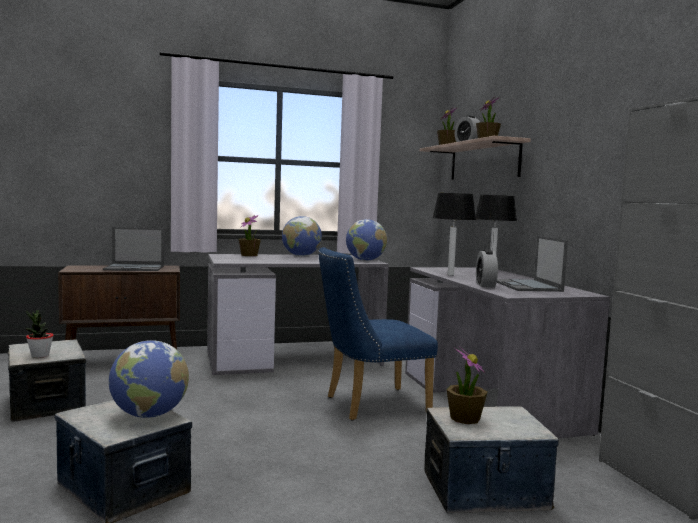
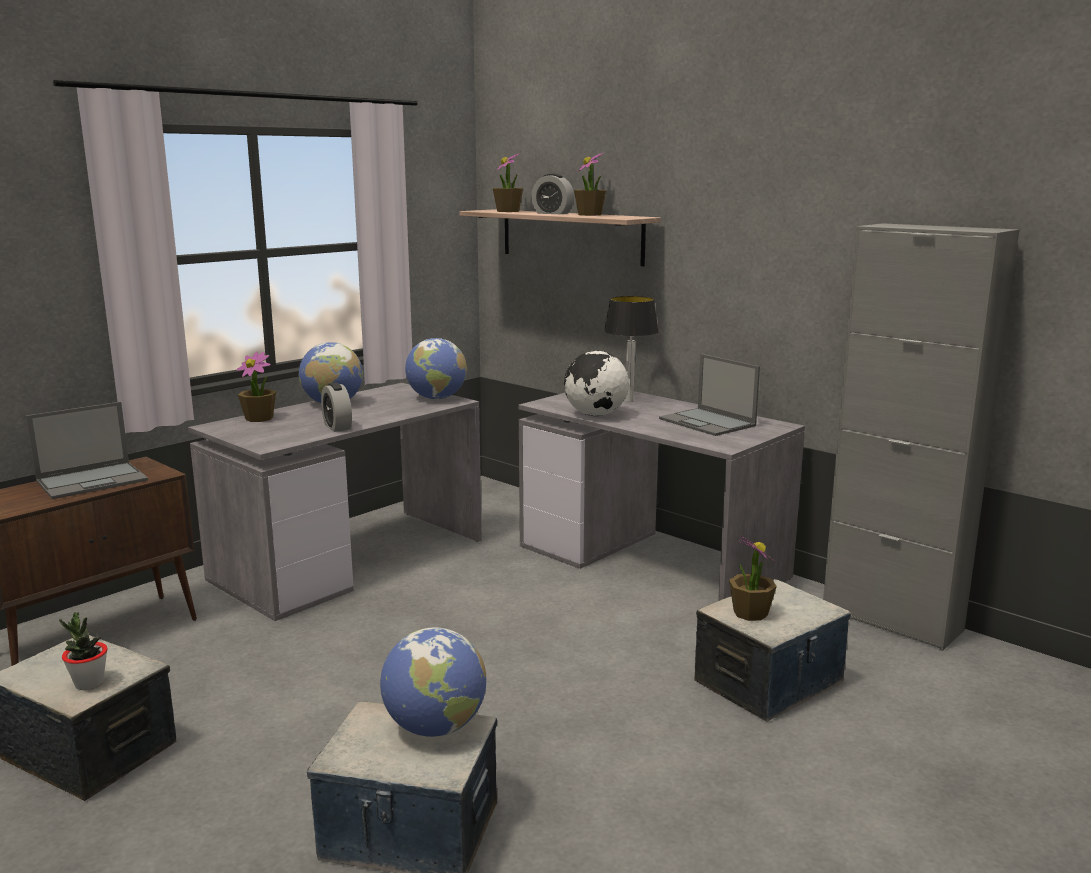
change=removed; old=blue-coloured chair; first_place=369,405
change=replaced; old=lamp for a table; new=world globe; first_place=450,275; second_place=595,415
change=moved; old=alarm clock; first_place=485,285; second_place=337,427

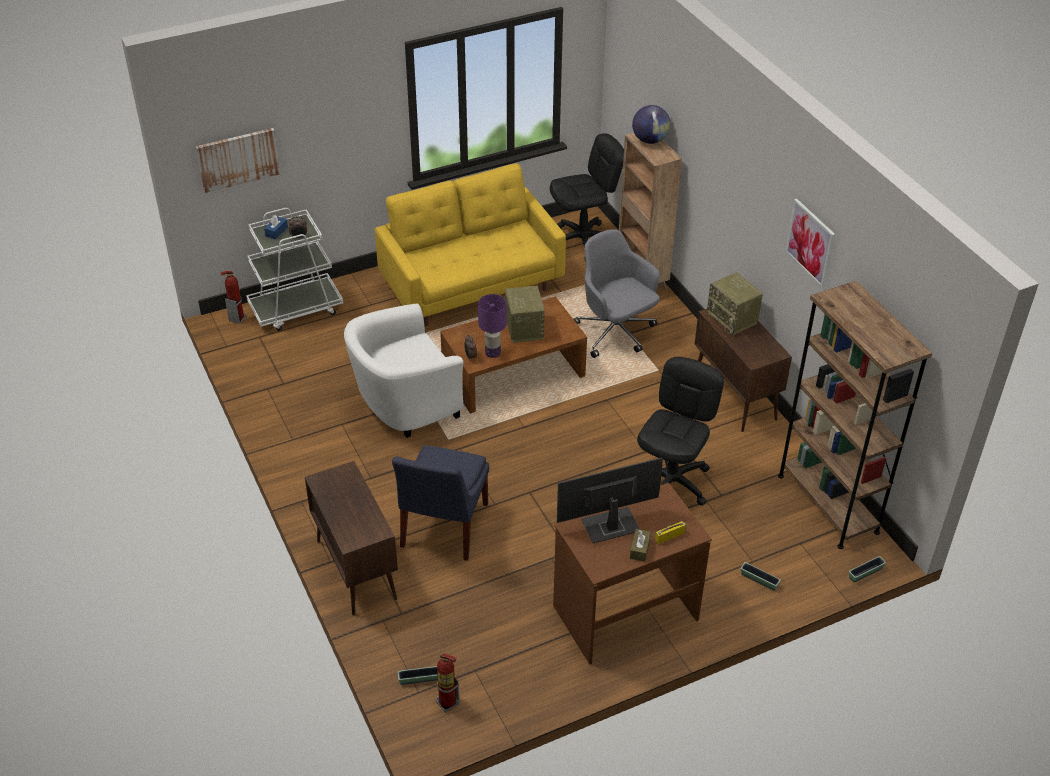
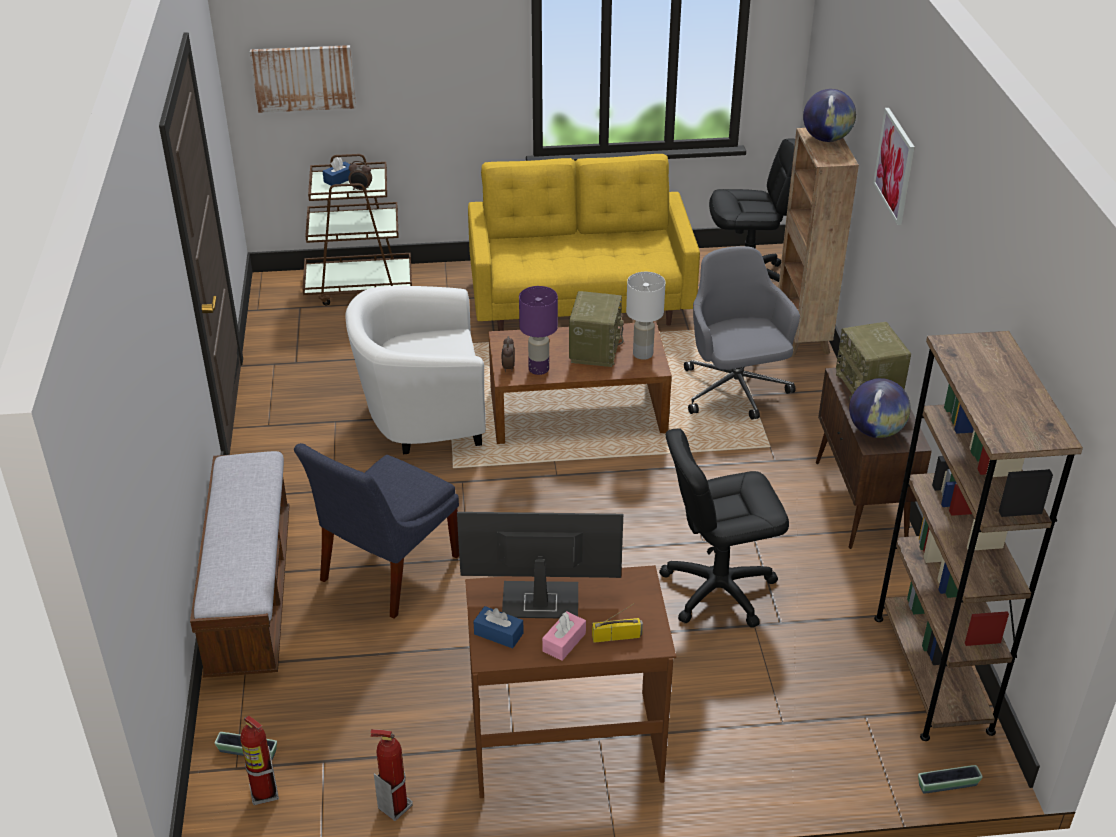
change=moved; old=fire extinguisher; first_place=237,318; second_place=395,806
change=recoloured; old=white-coloured wheeled cart; new=brown wheeled cart; first_place=296,309; second_place=359,287
change=replaced; old=brown cabinet; new=long seat; first_place=355,569; second_place=250,593
change=recoloured; old=brown tissue holder; new=pink-coloured tissue holder; first_place=640,549; second_place=564,642
change=turned; old=black computer chair; first_place=671,482; second_place=718,589; degrees=-150
change=removed; old=flower pot; first_place=759,580
change=moved; old=wall picture; first_place=810,242; second_place=895,165
change=added; new=blue-coloured tissue holder; second_place=498,633
change=added; new=white-coloured lamp for a table; second_place=643,354
change=added; new=world globe; second_place=875,431

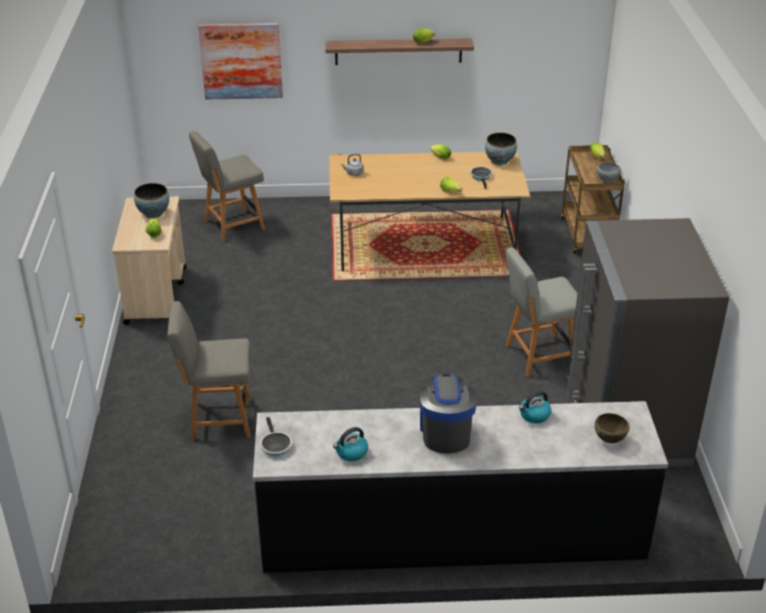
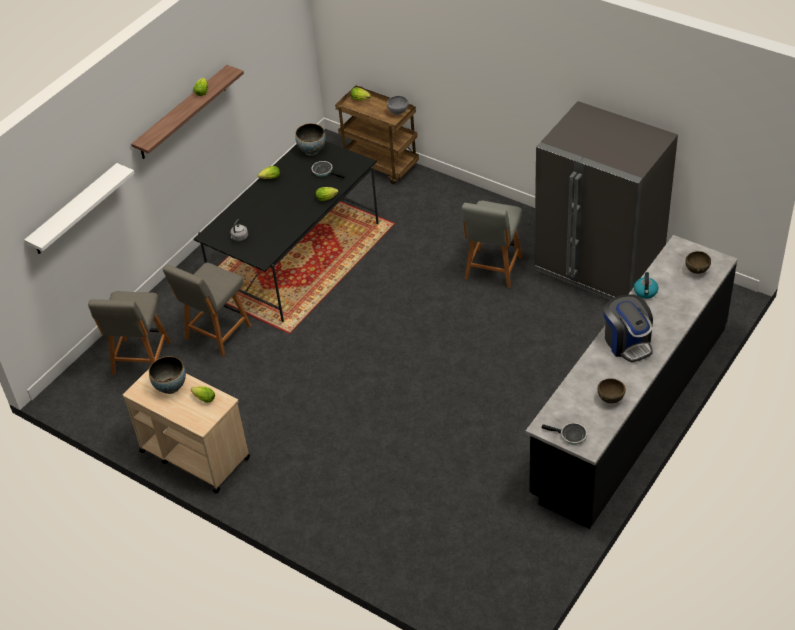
change=moved; old=gray chair; first_place=218,419; second_place=216,334
change=replaced; old=wall picture; new=white-coloured bracket shelf; first_place=241,61; second_place=74,210
change=recoloured; old=beige dining table; new=black dining table; first_place=425,243; second_place=296,256
change=replaced; old=kettle; new=brown bowl; first_place=351,453; second_place=610,399
change=turned; old=coffee brewer; first_place=445,432; second_place=627,342; degrees=-150

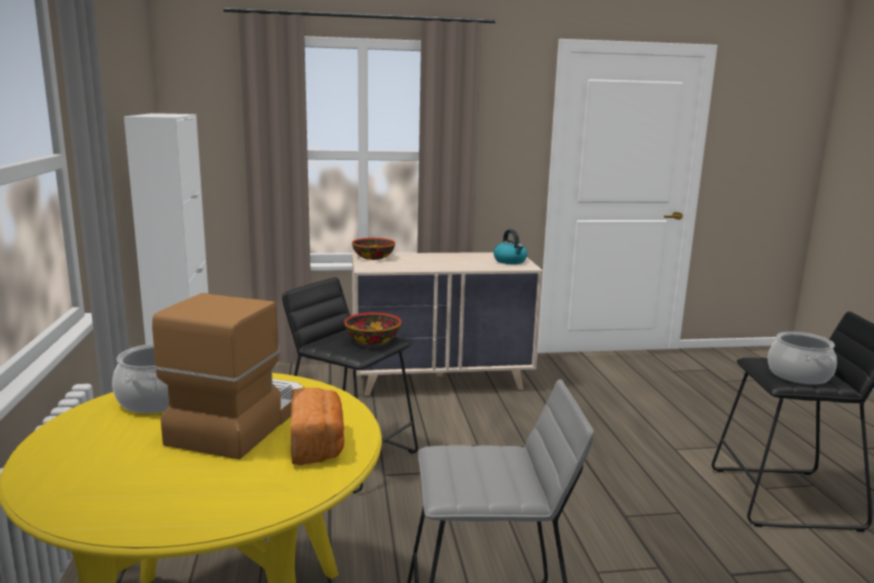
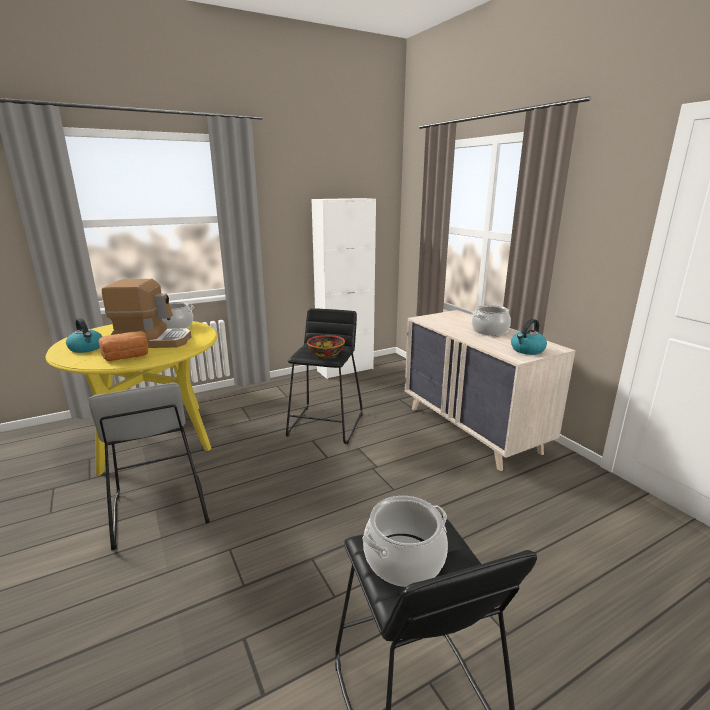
change=removed; old=bowl; first_place=373,257
change=added; new=kettle; second_place=87,348
change=added; new=cooking pot; second_place=489,331

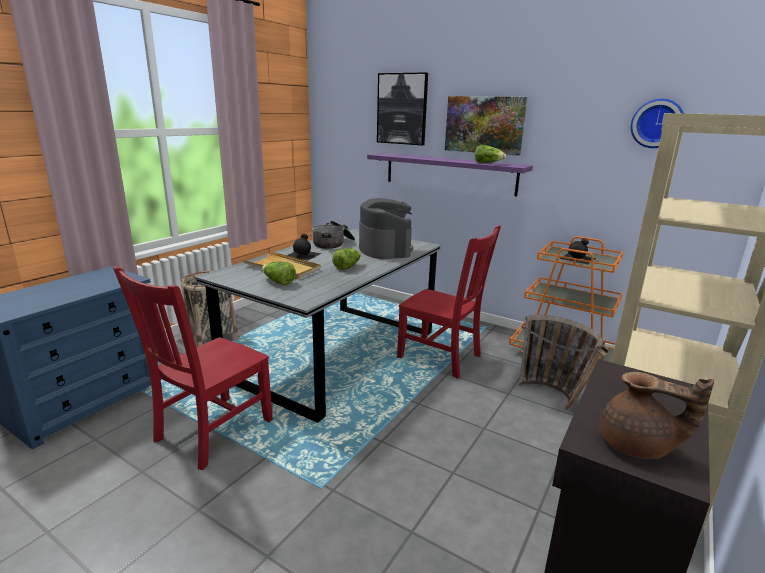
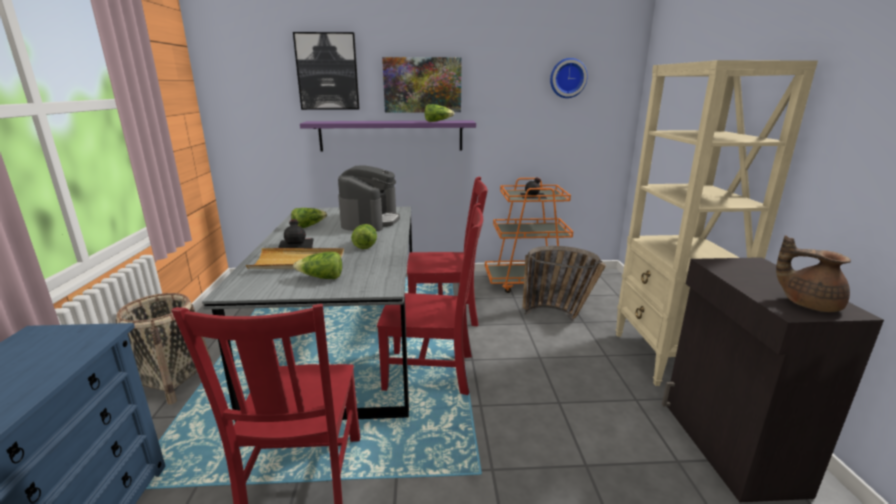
change=replaced; old=cooking pot; new=lettuce head; first_place=333,243; second_place=308,226
change=turned; old=coffee brewer; first_place=384,249; second_place=370,221; degrees=60
change=turned; old=brown pot for tea; first_place=636,446; second_place=808,303; degrees=-135
change=added; new=red chair; second_place=432,372

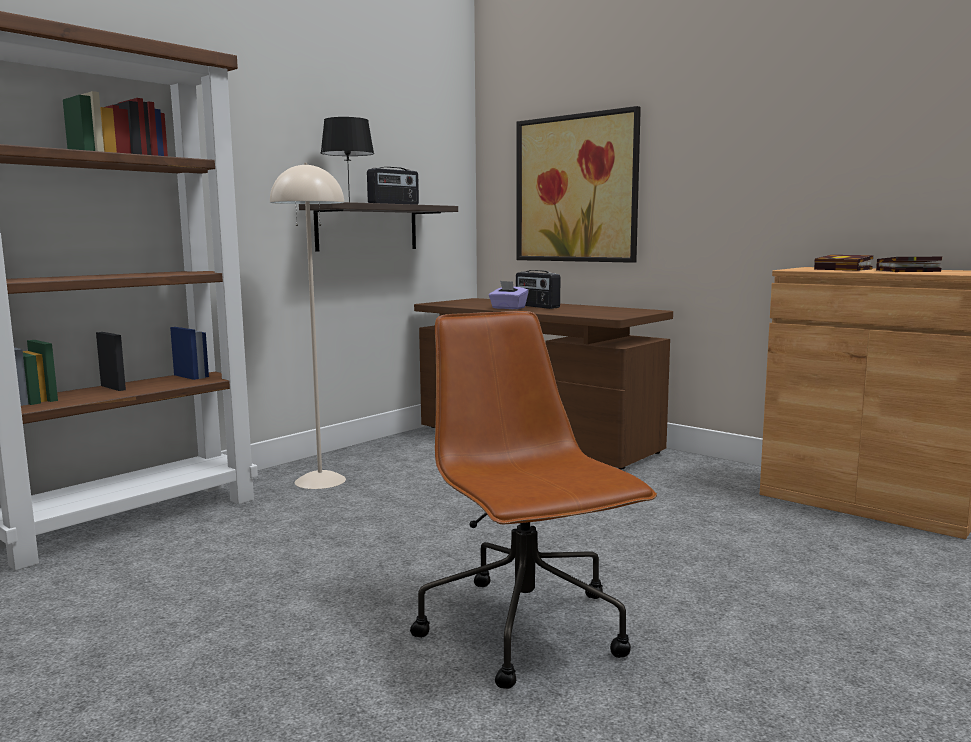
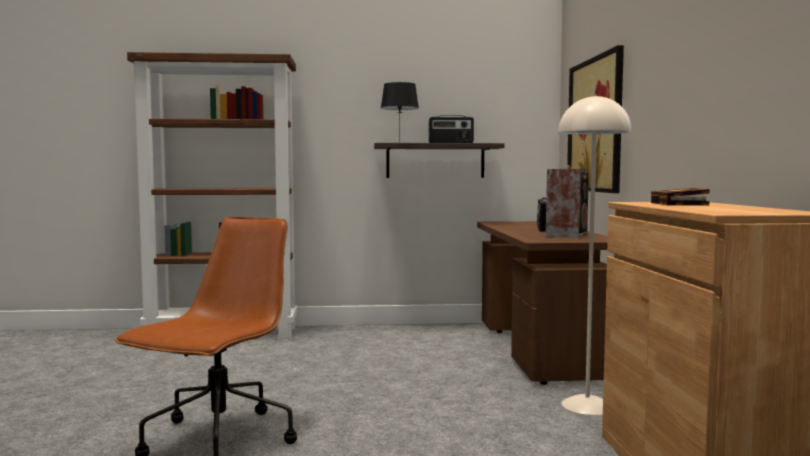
change=moved; old=beige floor lamp; first_place=320,480; second_place=587,405
change=removed; old=purple-coloured tissue holder; first_place=508,308
change=removed; old=book; first_place=905,271
change=added; new=speaker; second_place=567,235

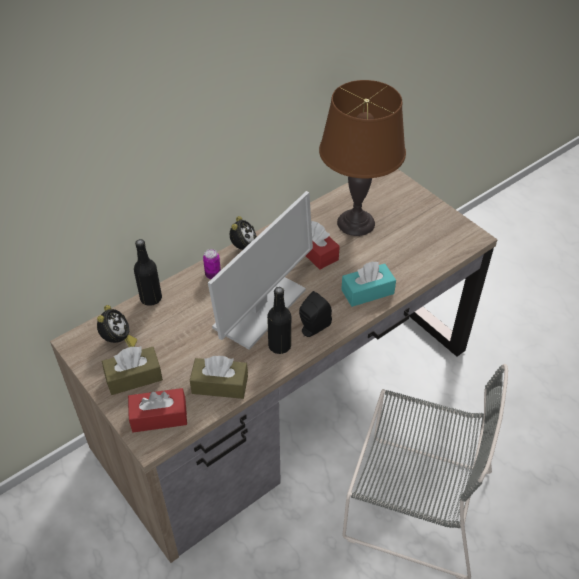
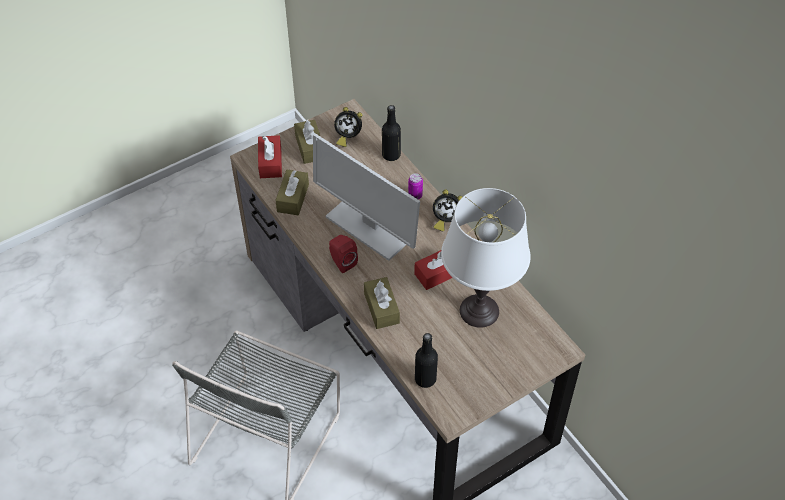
change=moved; old=black bottle; first_place=279,346; second_place=425,379
change=recoloured; old=black speaker; new=red speaker; first_place=312,328; second_place=342,262
change=recoloured; old=brown lamp for a table; new=white-coloured lamp for a table; first_place=356,223; second_place=479,311
change=recoloured; old=blue-green tissue holder; new=brown tissue holder; first_place=367,292; second_place=381,308

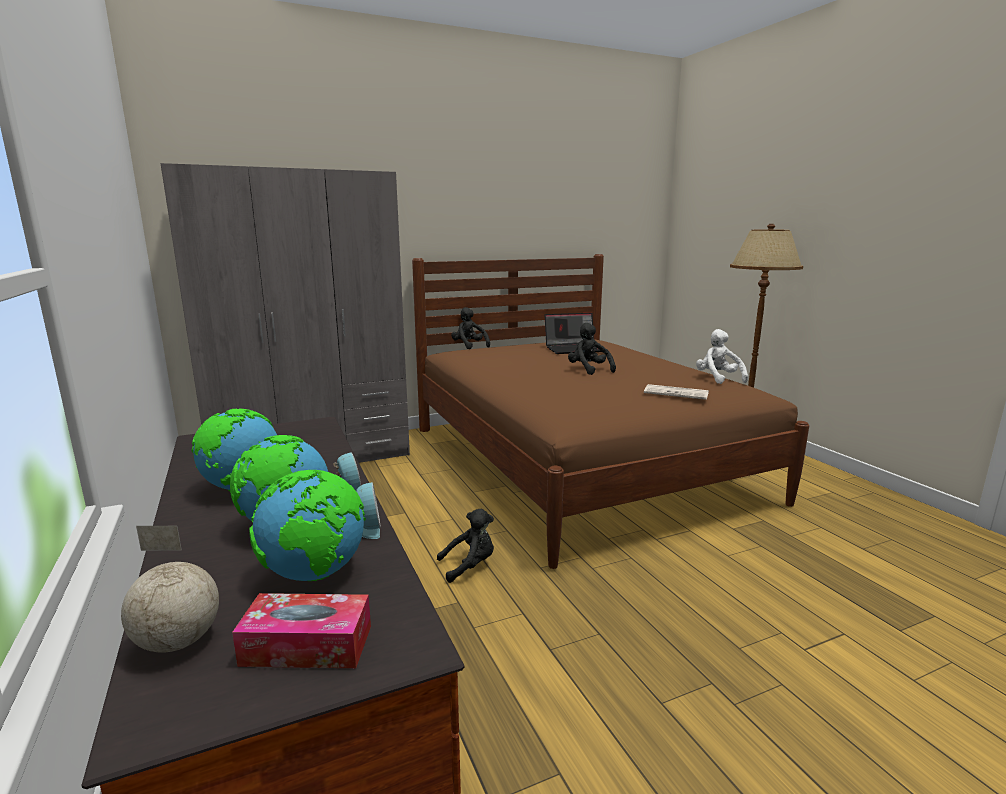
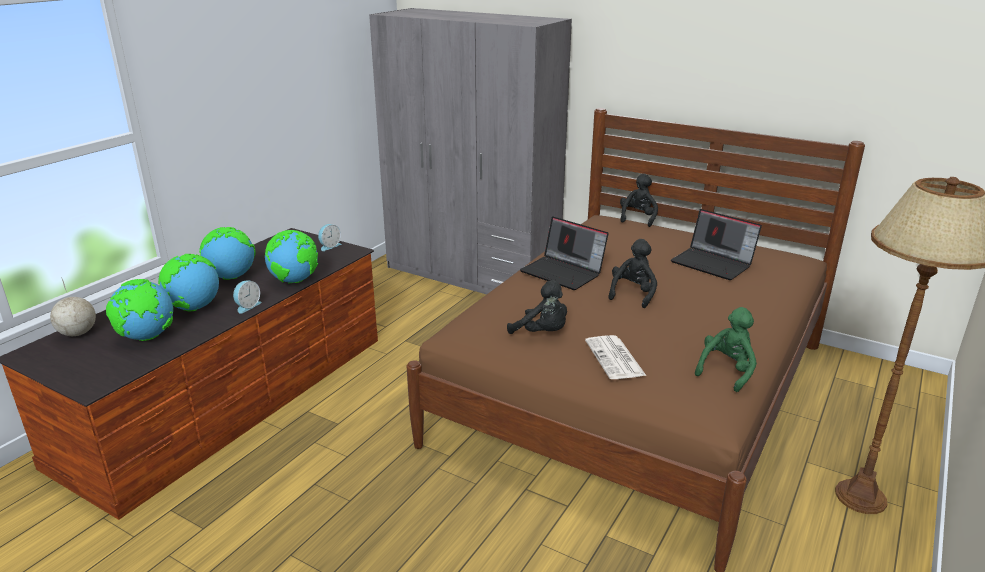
change=removed; old=tissue holder; first_place=307,645
change=moved; old=alarm clock; first_place=367,528; second_place=329,246
change=moved; old=black soft toy; first_place=469,566; second_place=542,333
change=recoloured; old=white-coloured soft toy; new=greenish soft toy; first_place=718,379; second_place=726,371
change=added; new=world globe; second_place=295,281
change=added; new=portable computer; second_place=564,272

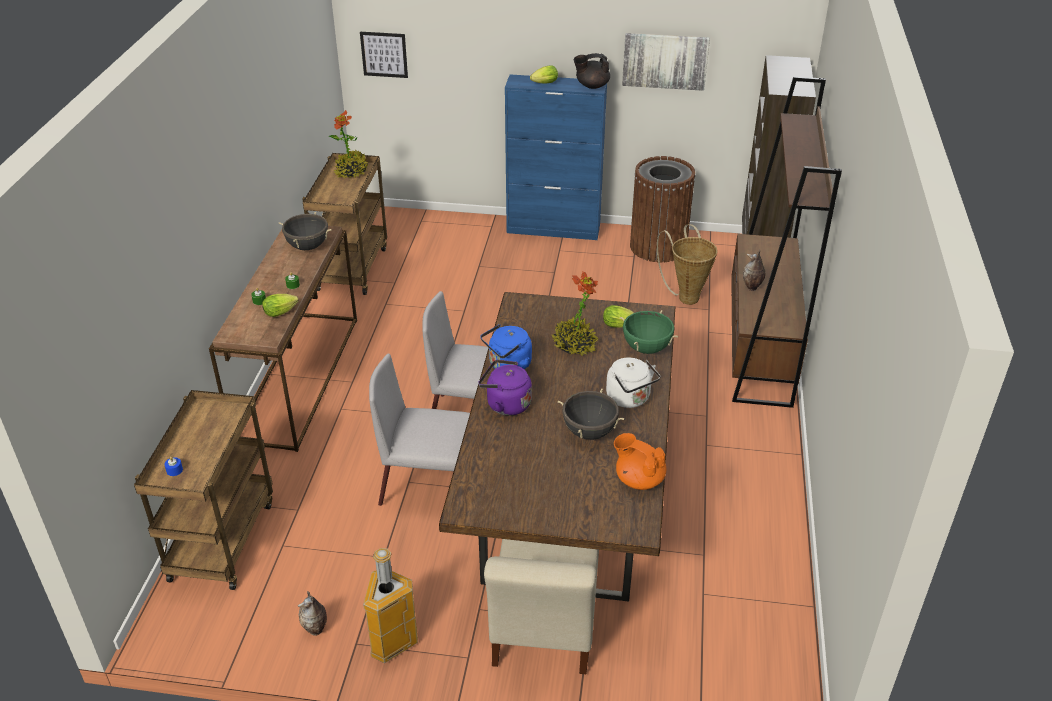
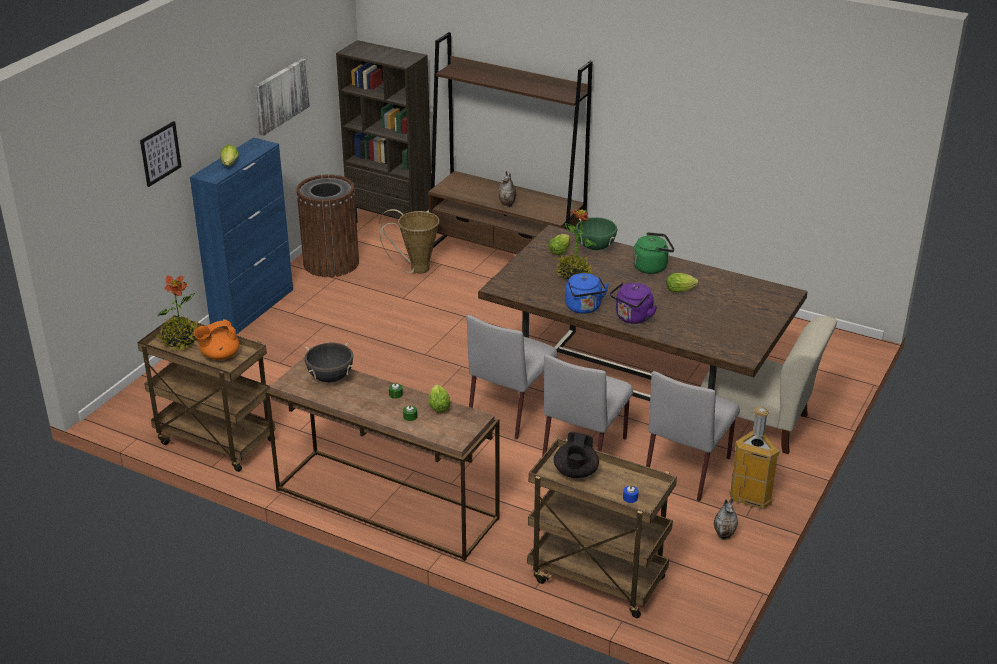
change=moved; old=wall picture; first_place=384,54; second_place=160,153
change=replaced; old=black cooking pot; new=lettuce head; first_place=589,432; second_place=681,290
change=moved; old=black pot for tea; first_place=591,86; second_place=575,473
change=recoloured; old=white-coloured kettle; new=greenish kettle; first_place=630,399; second_place=652,267
change=moved; old=orange pot for tea; first_place=638,479; second_place=219,356
change=added; new=gray chair; second_place=688,468

